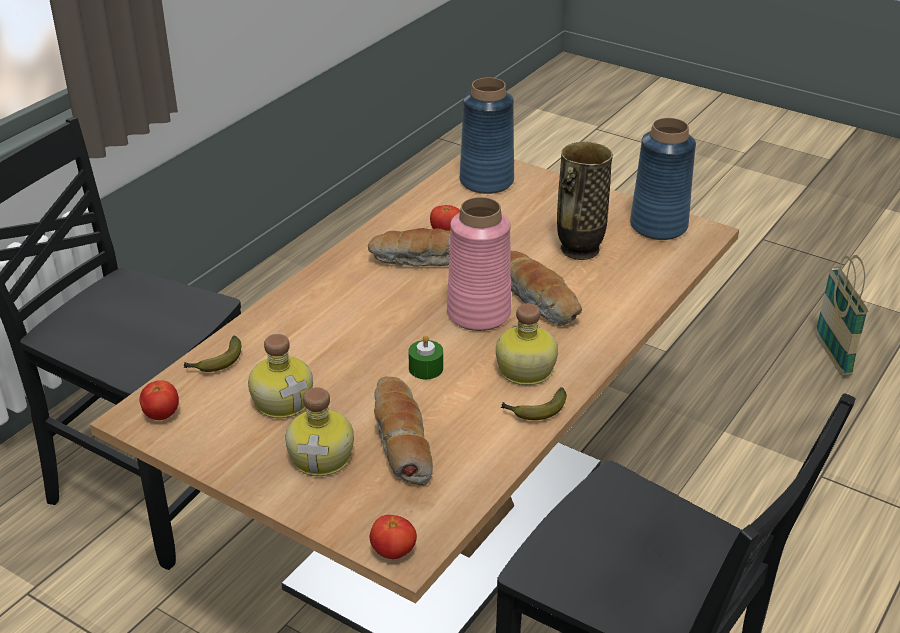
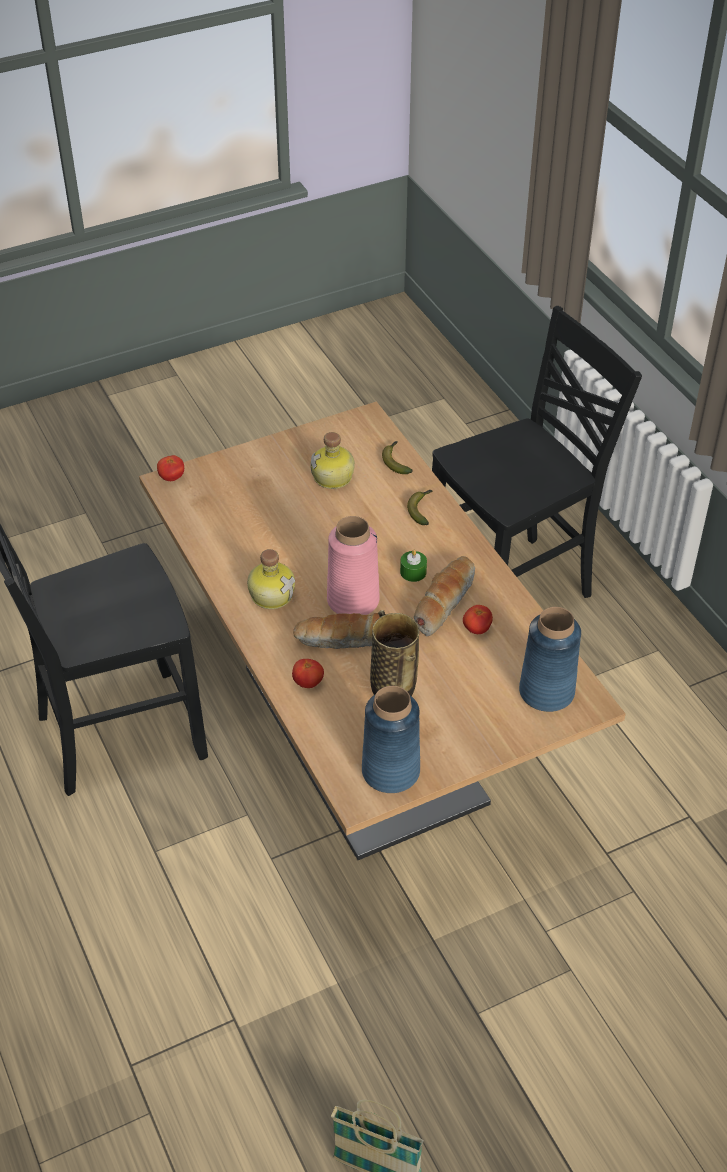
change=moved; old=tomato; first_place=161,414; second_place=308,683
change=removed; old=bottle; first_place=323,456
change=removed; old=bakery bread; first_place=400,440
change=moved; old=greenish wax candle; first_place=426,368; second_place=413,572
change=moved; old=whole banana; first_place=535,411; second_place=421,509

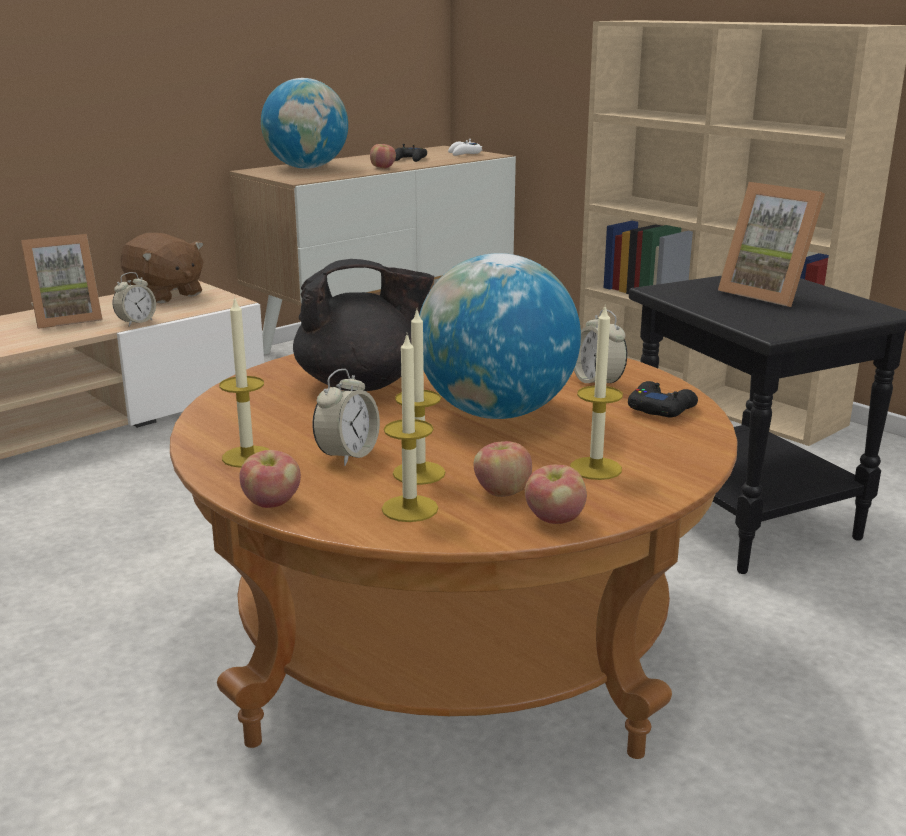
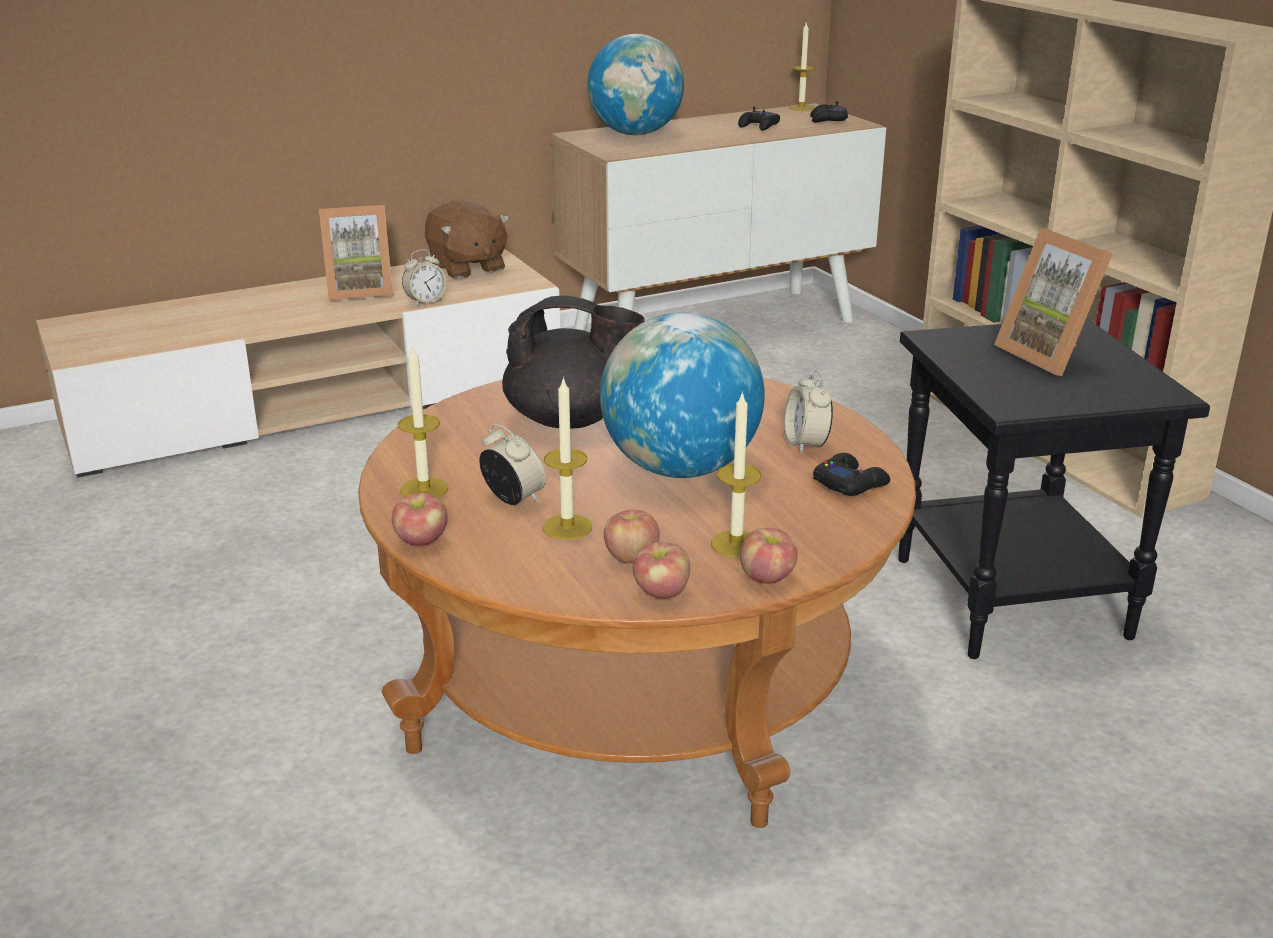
change=turned; old=alarm clock; first_place=347,455; second_place=513,499; degrees=-90
change=moved; old=apple fruit; first_place=383,168; second_place=767,577
change=moved; old=wax candle; first_place=410,508; second_place=801,107
change=recoloured; old=white-coloured gamepad; new=black gamepad; first_place=464,154; second_place=828,119

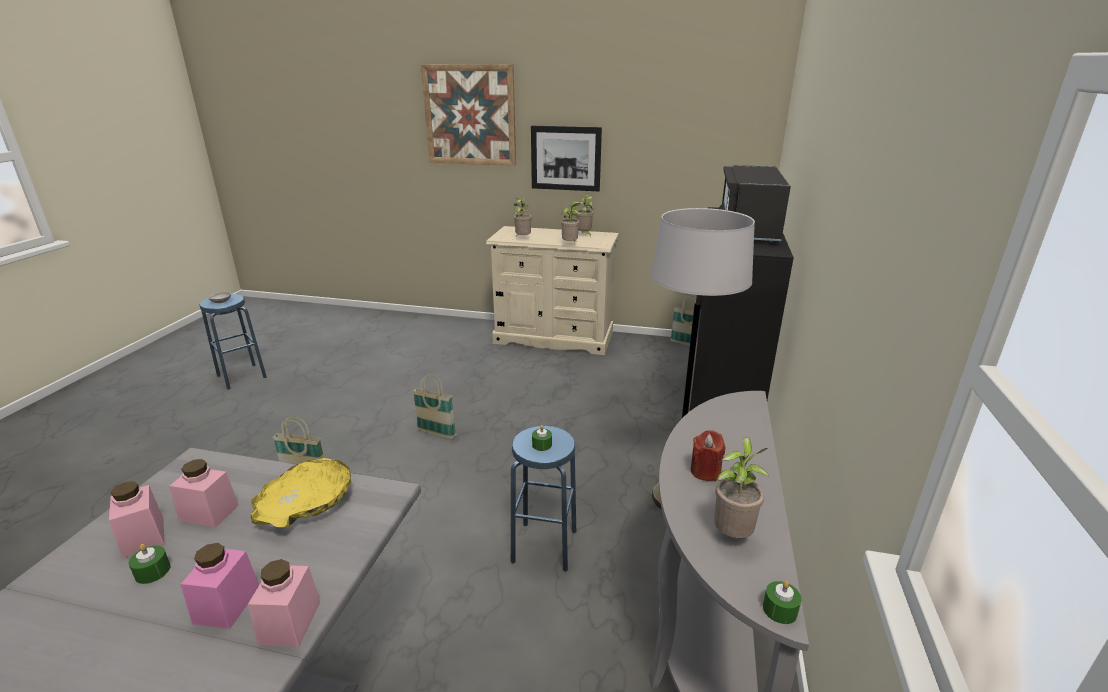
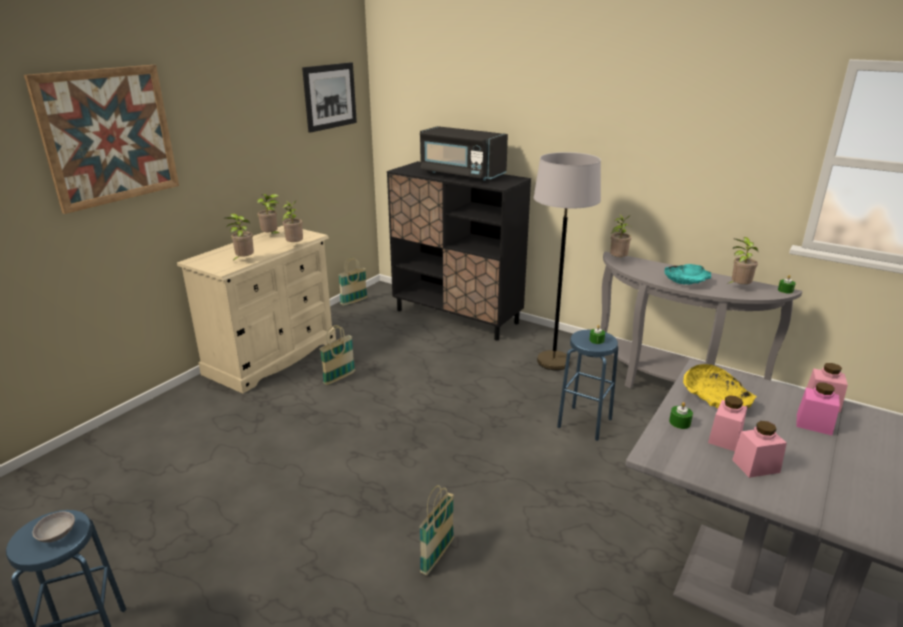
change=moved; old=greenish wax candle; first_place=152,571; second_place=679,422
change=moved; old=storage basket; first_place=436,433; second_place=339,378
change=moved; old=wall picture; first_place=565,158; second_place=330,96
change=replaced; old=red wax candle; new=blue-green bowl; first_place=705,471; second_place=686,281
change=added; new=plant in a pot; second_place=618,260

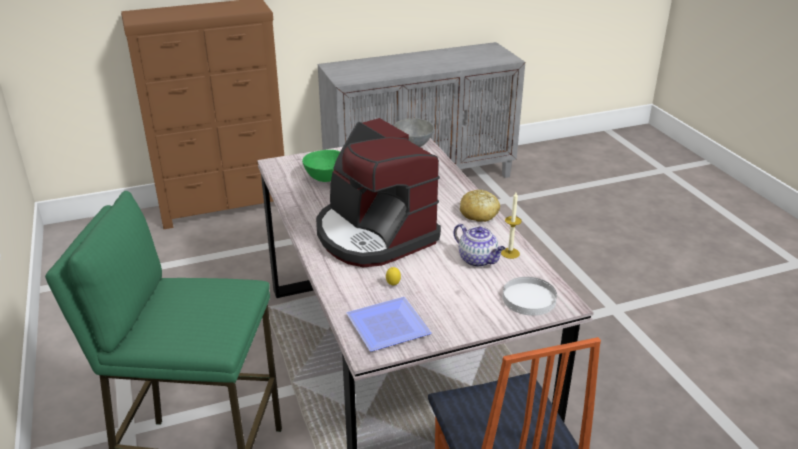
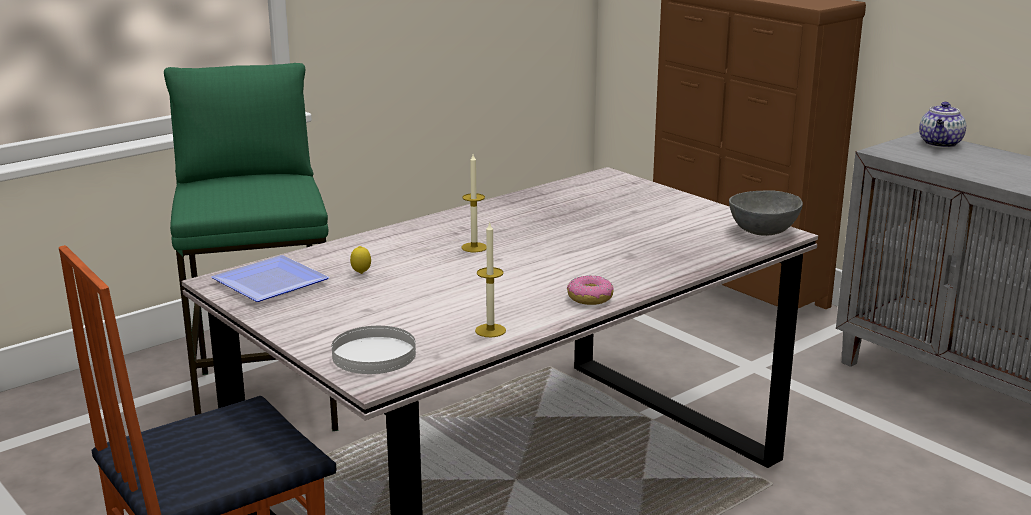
change=removed; old=greenish bowl; first_place=325,178
change=replaced; old=coffee brewer; new=wax candle; first_place=374,234; second_place=474,247
change=moved; old=pot for tea; first_place=478,260; second_place=940,144
change=replaced; old=bakery bread; new=doughnut; first_place=479,213; second_place=590,298

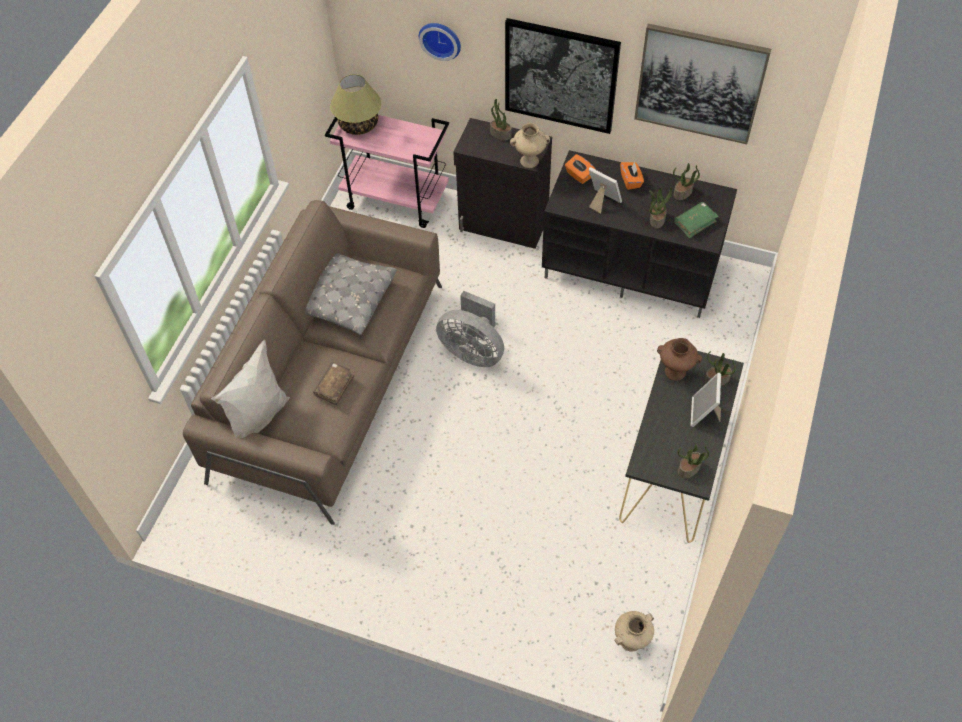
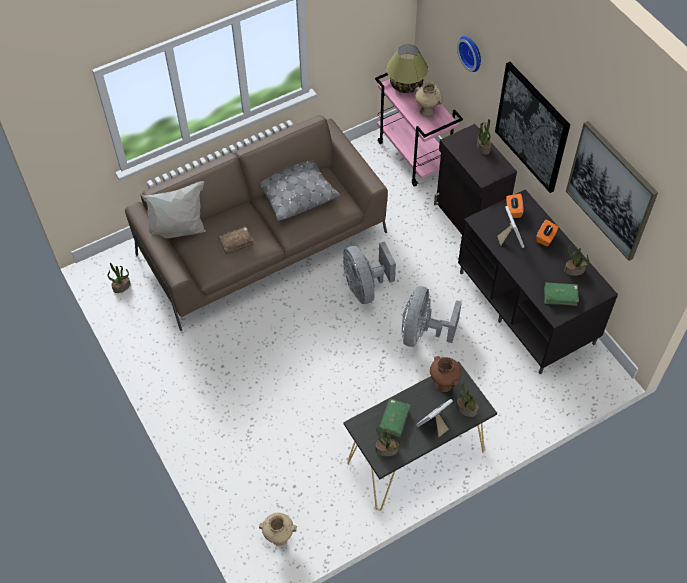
change=moved; old=beige decorative vase; first_place=530,160; second_place=427,111
change=moved; old=plant in a pot; first_place=657,219; second_place=122,286
change=added; new=greenish book; second_place=394,420
change=added; new=gray fan; second_place=422,332

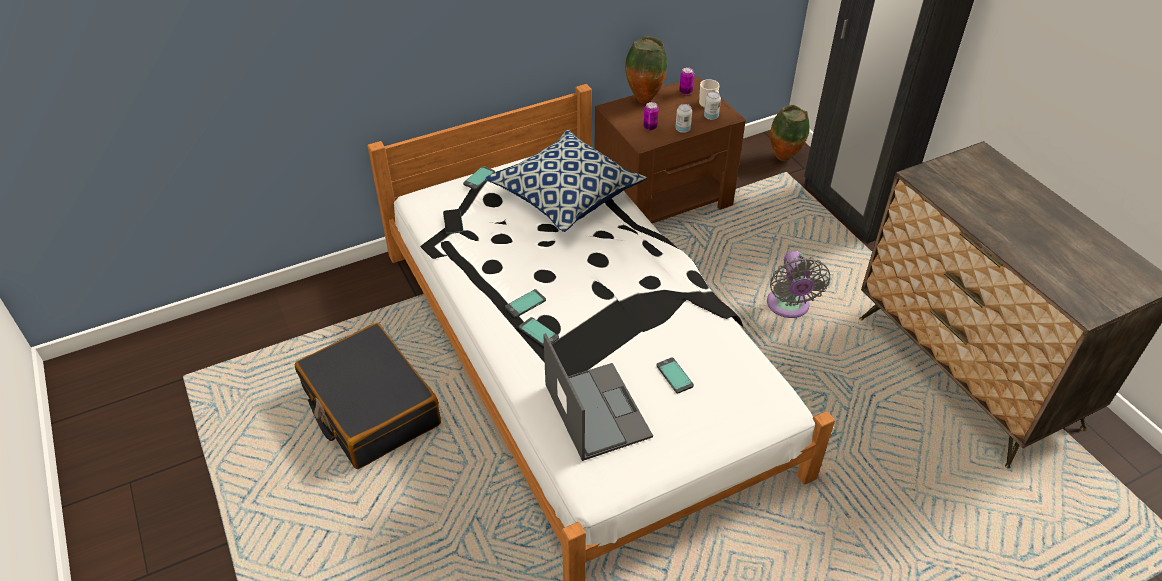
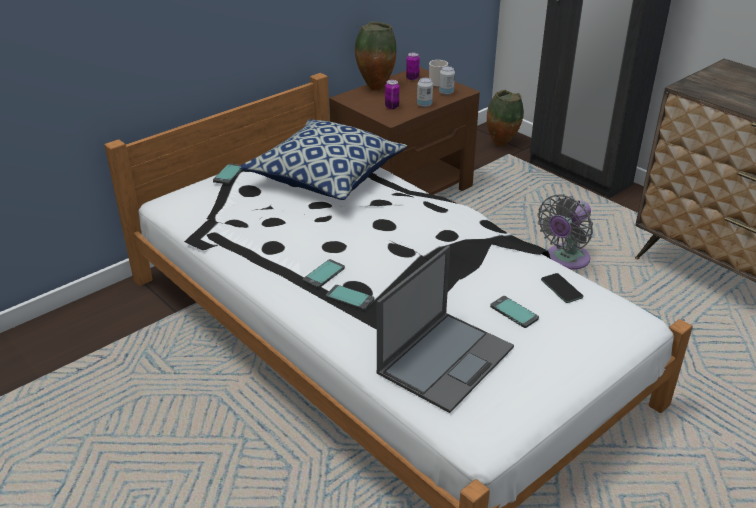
change=removed; old=black suitcase; first_place=370,408
change=moved; old=phone; first_place=453,222; second_place=561,288
change=turned; old=portable computer; first_place=596,410; second_place=446,359; degrees=75
change=turned; old=gray fan; first_place=788,307; second_place=565,260; degrees=60

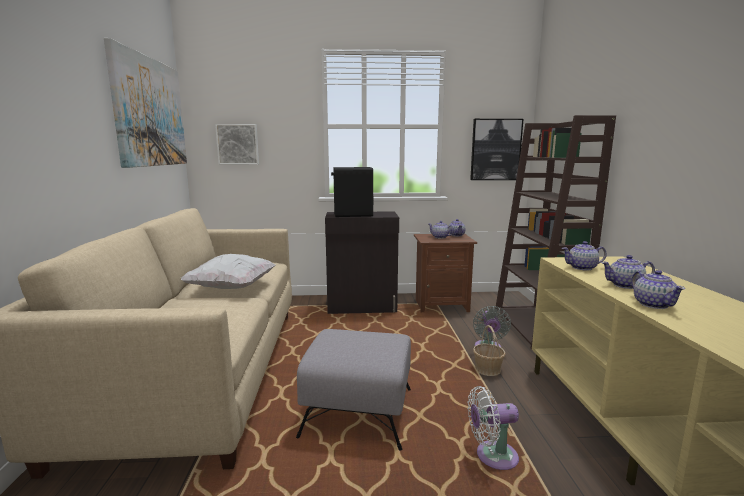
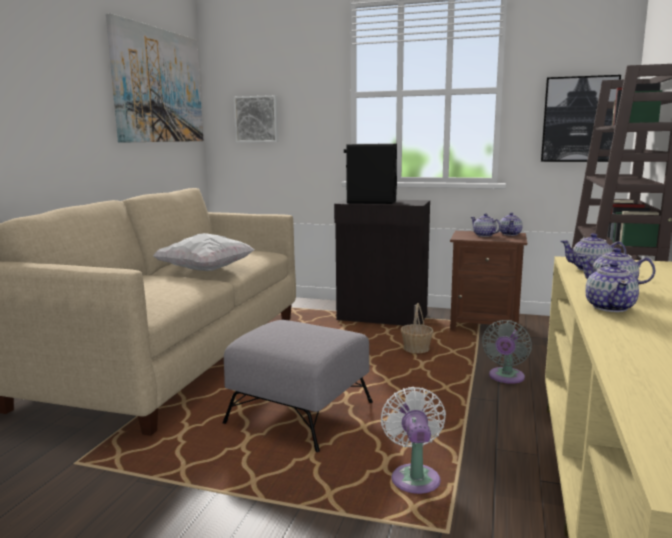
change=turned; old=white-coloured fan; first_place=492,456; second_place=414,476; degrees=75
change=moved; old=storage basket; first_place=487,369; second_place=416,349

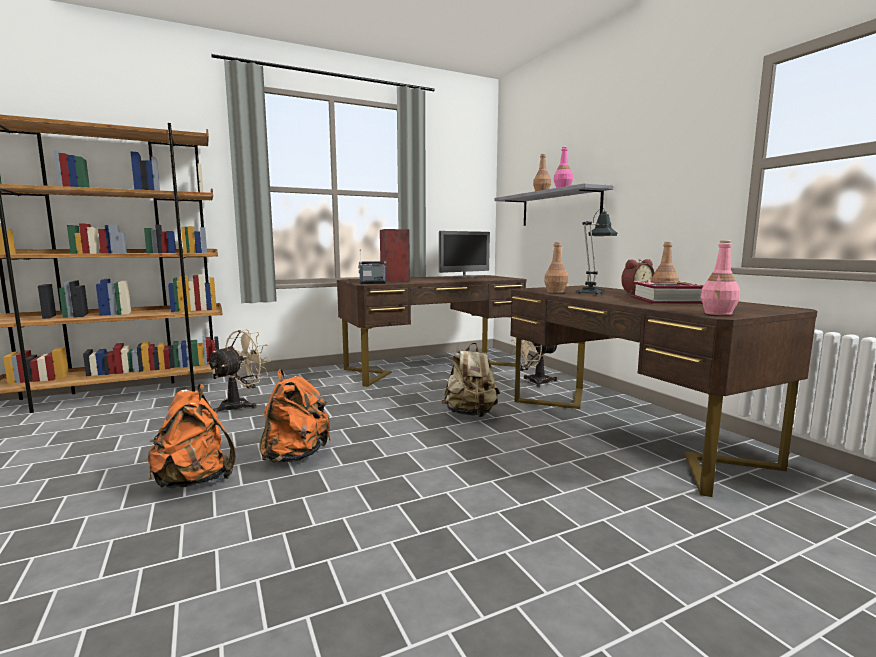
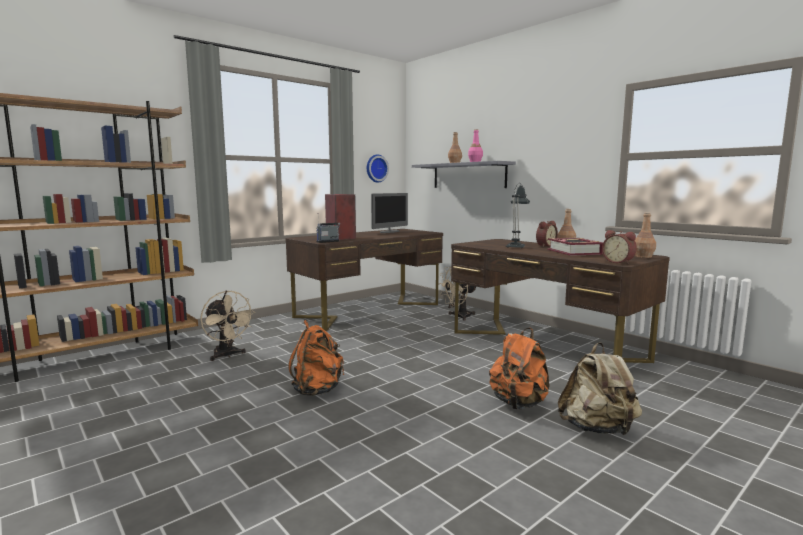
change=moved; old=orange rucksack; first_place=195,481; second_place=518,404
change=turned; old=beige fan; first_place=240,405; second_place=227,355; degrees=120
change=moved; old=beige rucksack; first_place=471,414; second_place=597,429
change=moved; old=brown bottle; first_place=556,292; second_place=643,256
change=replaced; old=pink-coloured bottle; new=alarm clock; first_place=718,313; second_place=619,262
change=added; new=clock on the wall; second_place=376,168

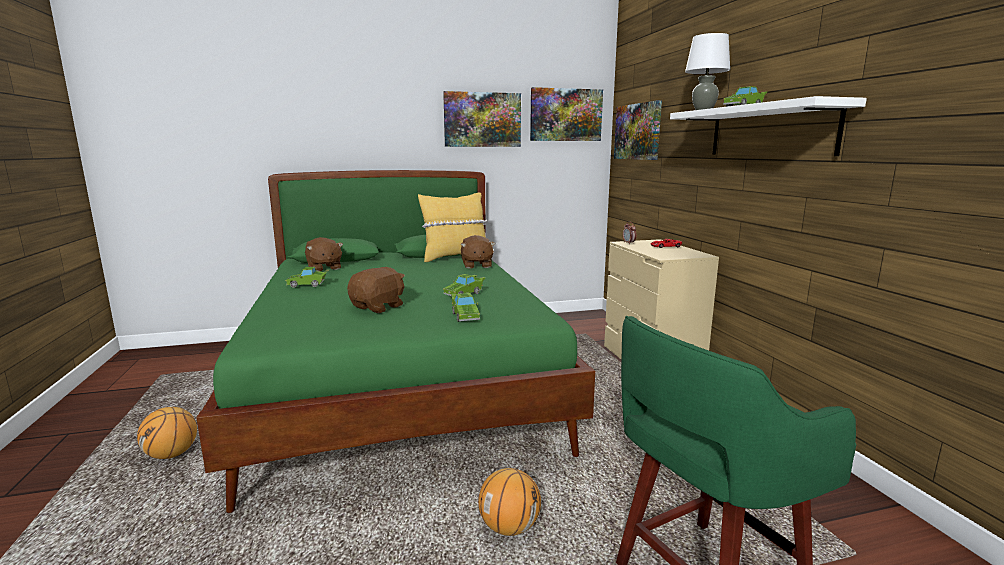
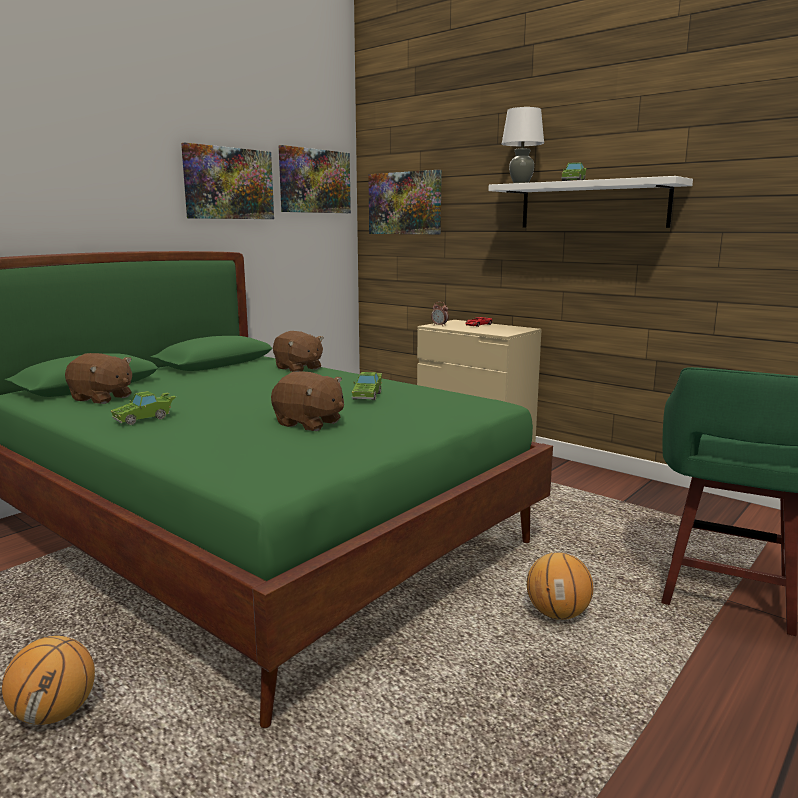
change=turned; old=brown soft toy; first_place=379,307; second_place=309,423; degrees=120
change=removed; old=yellowish pillow; first_place=455,258
change=removed; old=greenish toy car; first_place=465,315

